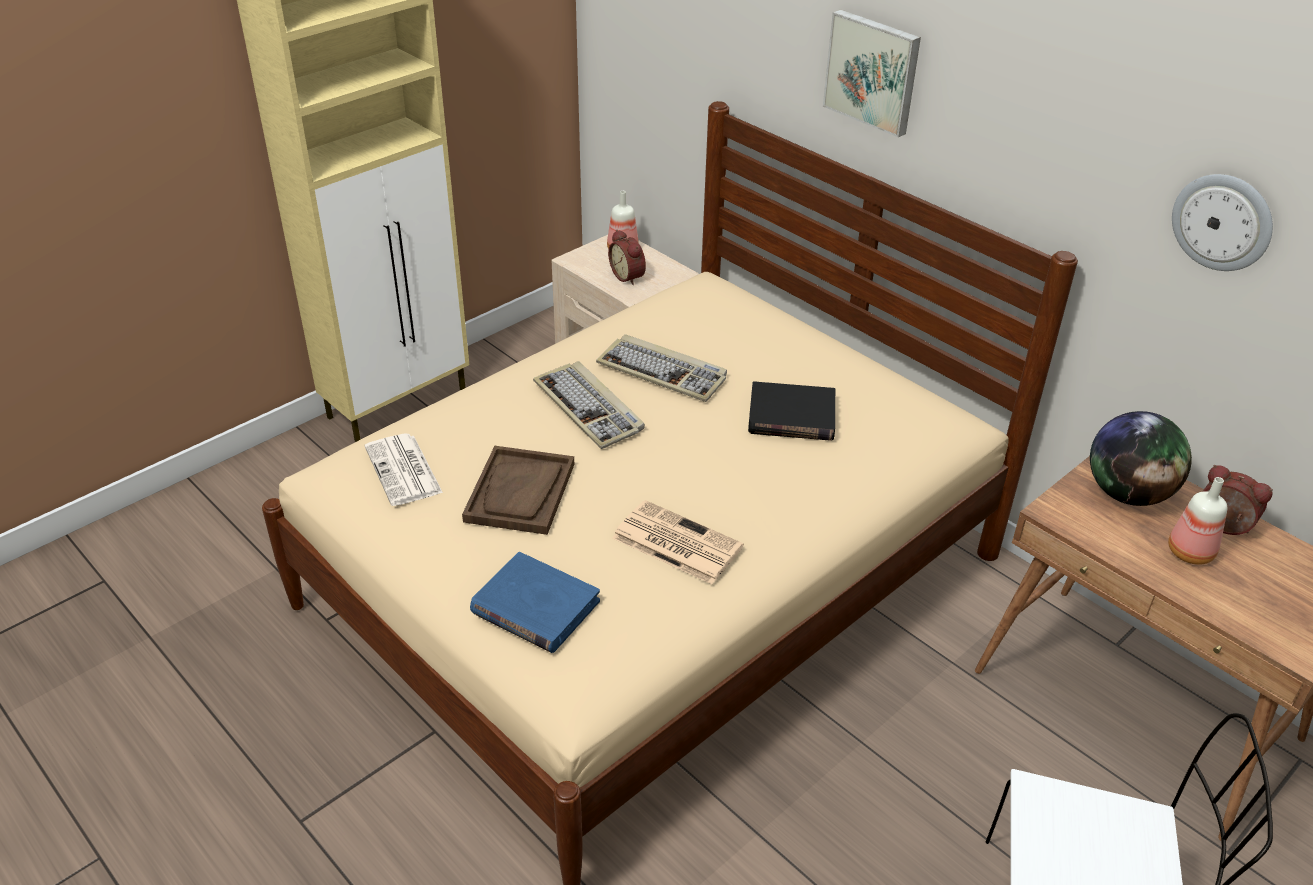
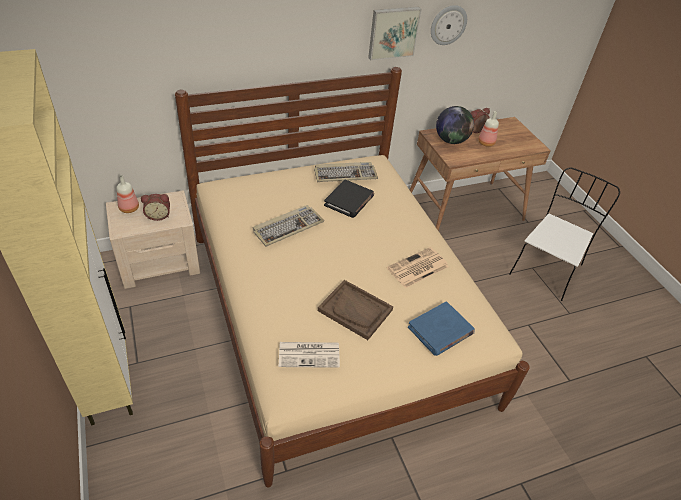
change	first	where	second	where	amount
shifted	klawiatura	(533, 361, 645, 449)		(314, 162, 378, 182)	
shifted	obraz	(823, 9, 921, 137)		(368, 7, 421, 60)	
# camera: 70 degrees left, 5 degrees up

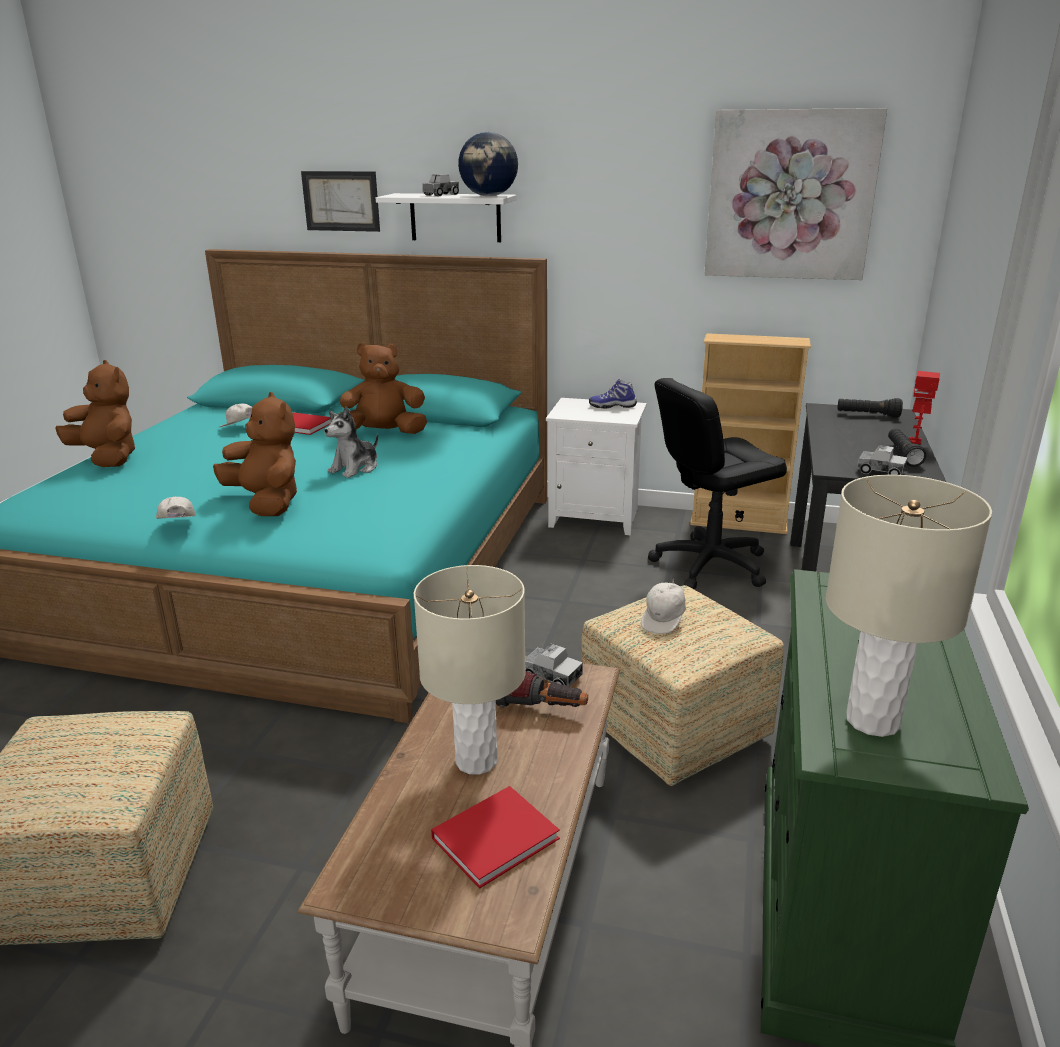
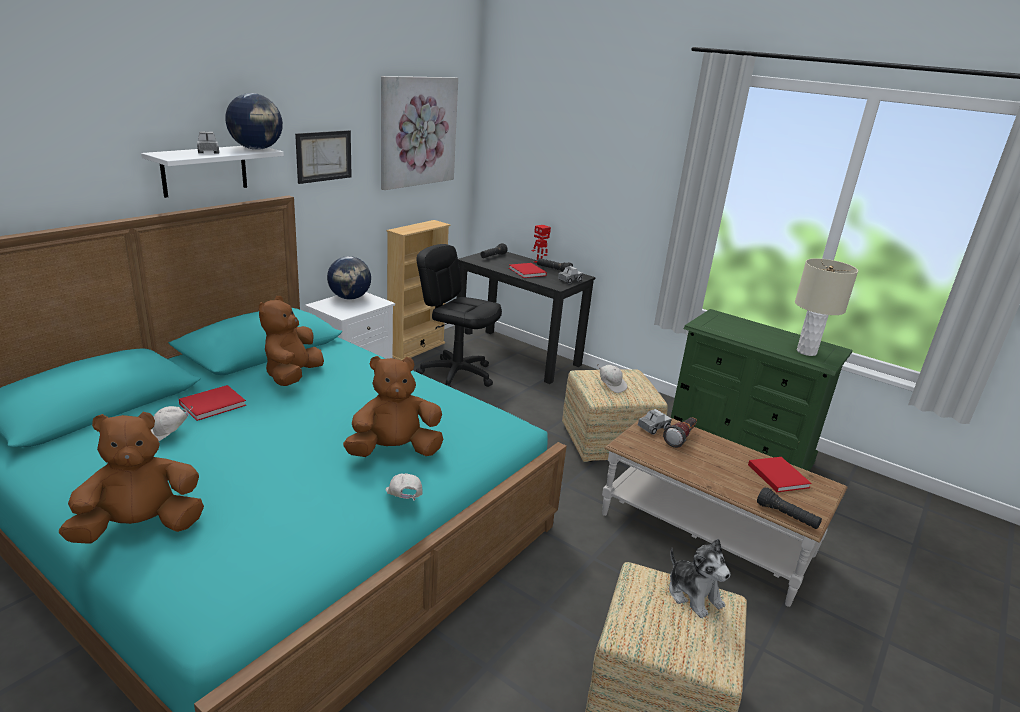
change	first	where	second	where	amount
rotated	czapka z daszkiem [biały]	(156, 496, 196, 519)		(386, 473, 423, 501)	75 degrees clockwise
shifted	obraz	(301, 171, 380, 232)		(295, 130, 352, 184)	
shifted	pluszak	(324, 406, 378, 478)		(669, 539, 731, 618)	
gone	lampa stołowa [beżowy]	(414, 565, 526, 775)			
swapped	but	(589, 379, 637, 408)	globus	(327, 256, 371, 300)	
rotated	krzesło biurowe [czarny]	(648, 378, 787, 590)		(416, 244, 502, 387)	120 degrees clockwise
new			książka [czerwony]	(509, 263, 547, 278)	
new			latarka [czarny]	(757, 487, 822, 529)	
# camera: 70 degrees left, 0 degrees up

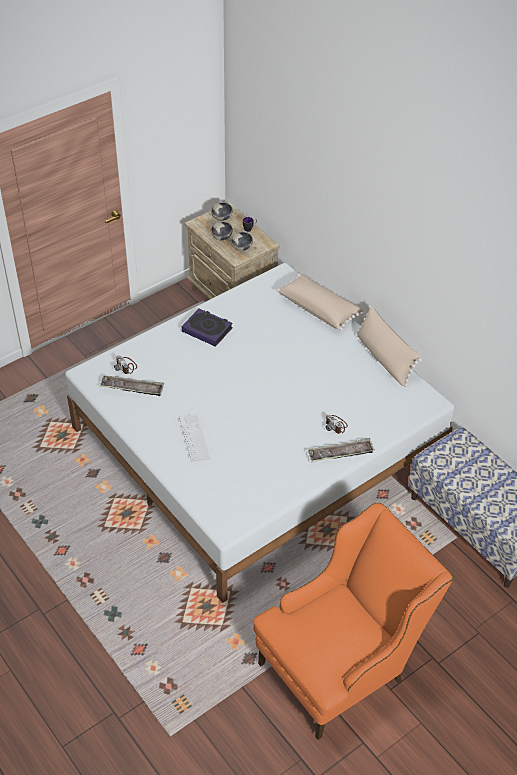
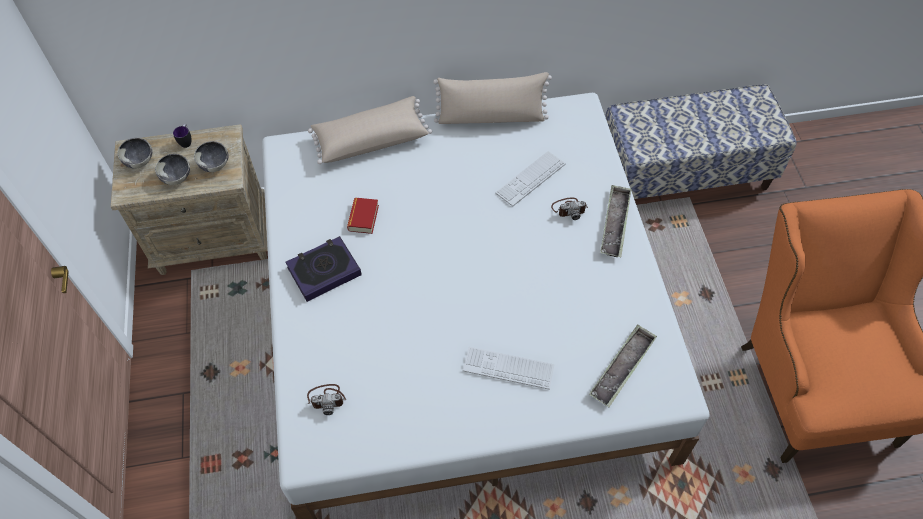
change	first	where	second	where	amount
shifted	taca	(100, 375, 164, 396)		(589, 324, 657, 407)	
new			książka	(347, 198, 379, 234)	
new			klawiatura	(495, 151, 566, 206)	
# camera: 60 degrees left, 10 degrees up

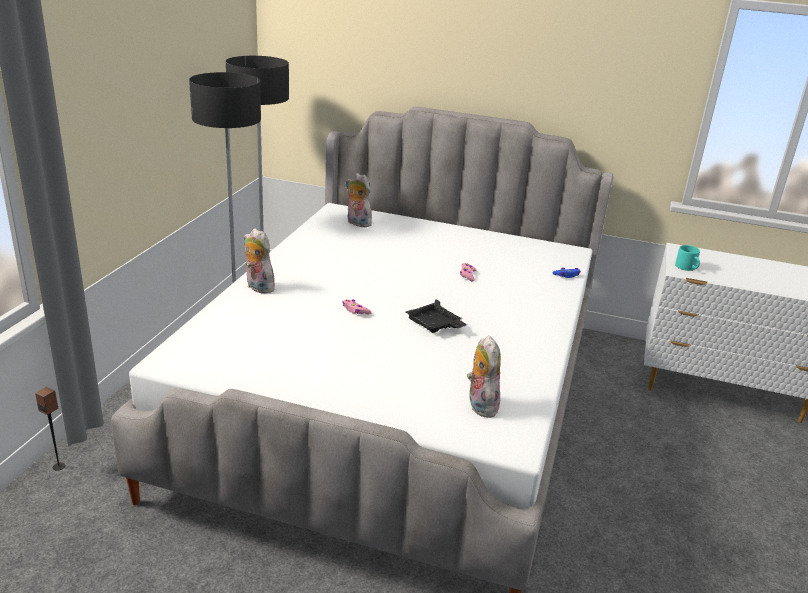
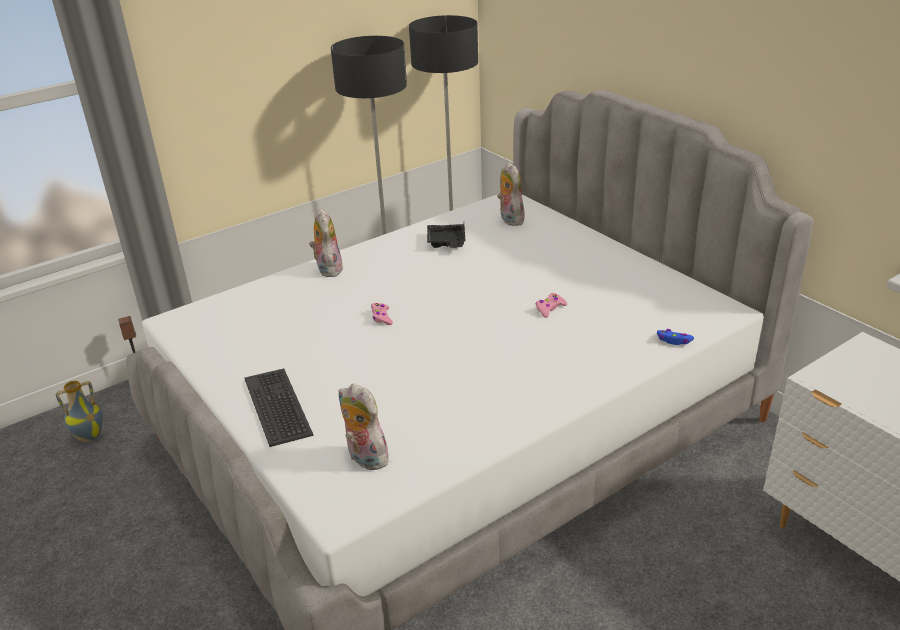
change	first	where	second	where	amount
shifted	taca [czarny]	(405, 300, 467, 333)		(427, 223, 466, 248)	
rotated	pluszak	(467, 335, 501, 418)		(338, 384, 389, 470)	75 degrees counterclockwise
gone	kubek [turkusowy]	(675, 245, 700, 271)			
new			wazon	(56, 381, 103, 442)	
new			klawiatura	(244, 368, 313, 447)	
# camera: 40 degrees right, 5 degrees up

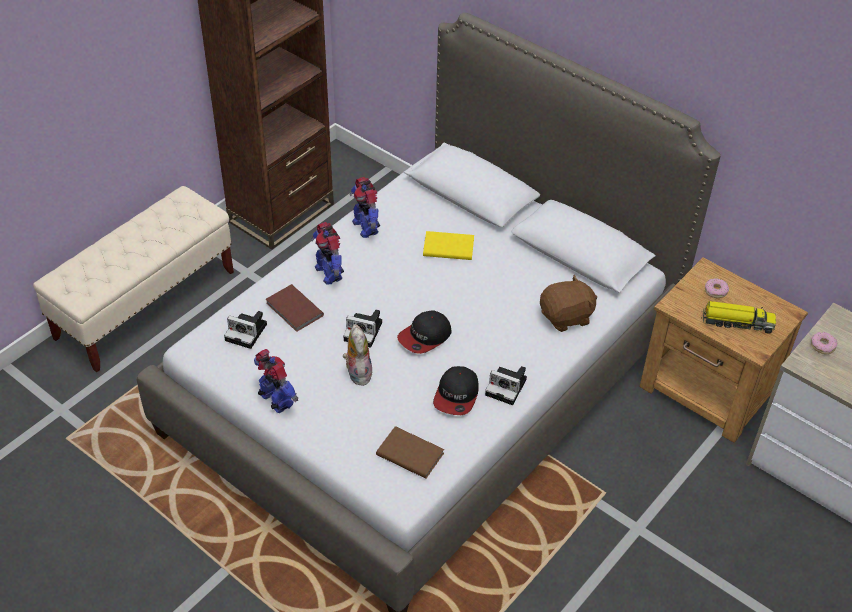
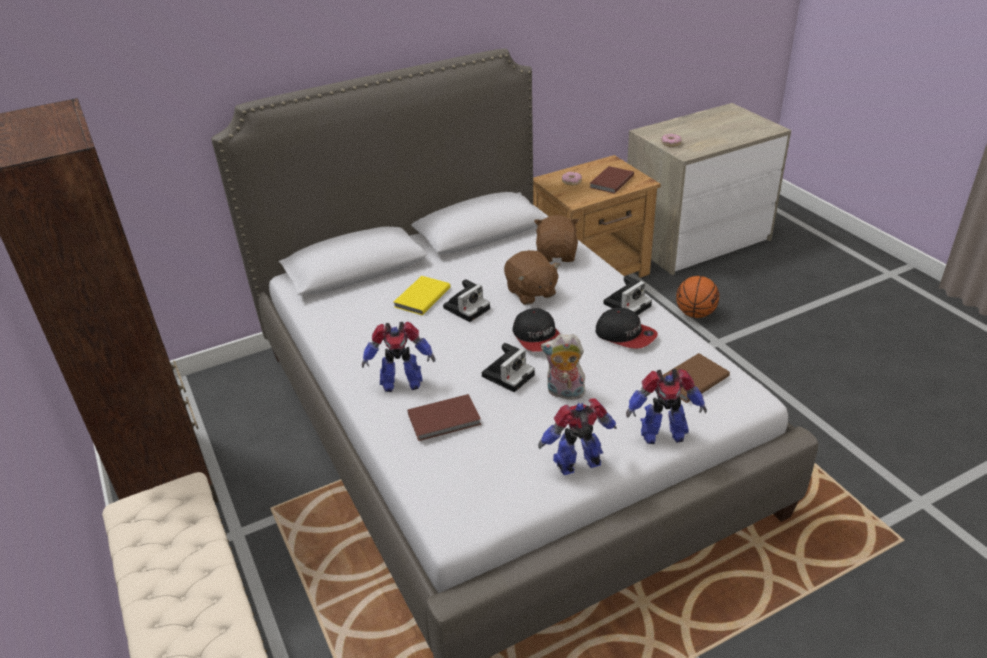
change	first	where	second	where	amount
shifted	aparat fotograficzny	(224, 311, 267, 349)		(443, 279, 490, 322)	
shifted	robot zabawkowy	(350, 177, 380, 238)		(626, 369, 707, 444)	
swapped	ciężarówka zabawkowa	(702, 301, 776, 334)	książka [brązowy]	(589, 166, 634, 194)	
new			pluszak [brązowy]	(504, 250, 560, 305)	
new			piłka do koszykówki	(676, 276, 719, 318)	
# camera: 65 degrees left, 10 degrees down

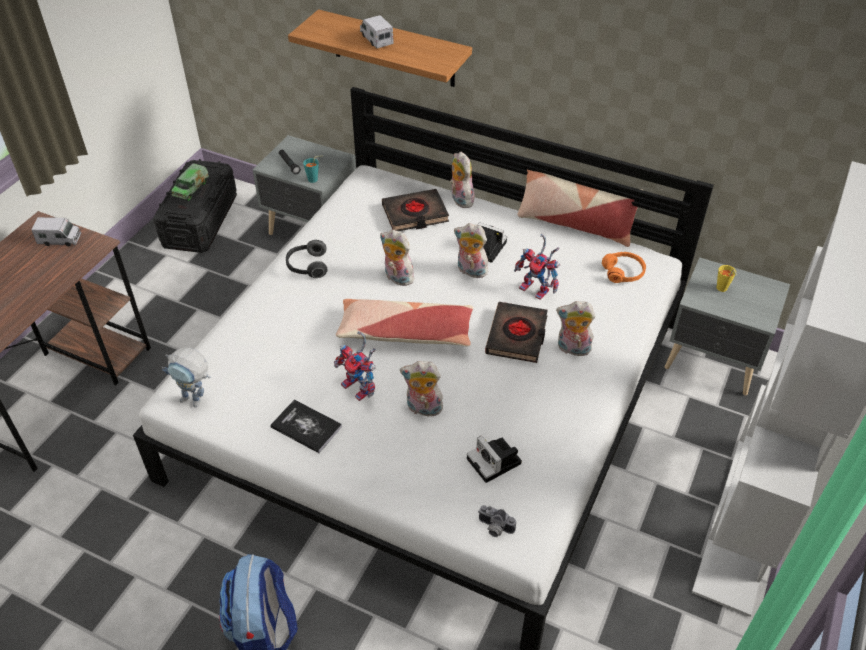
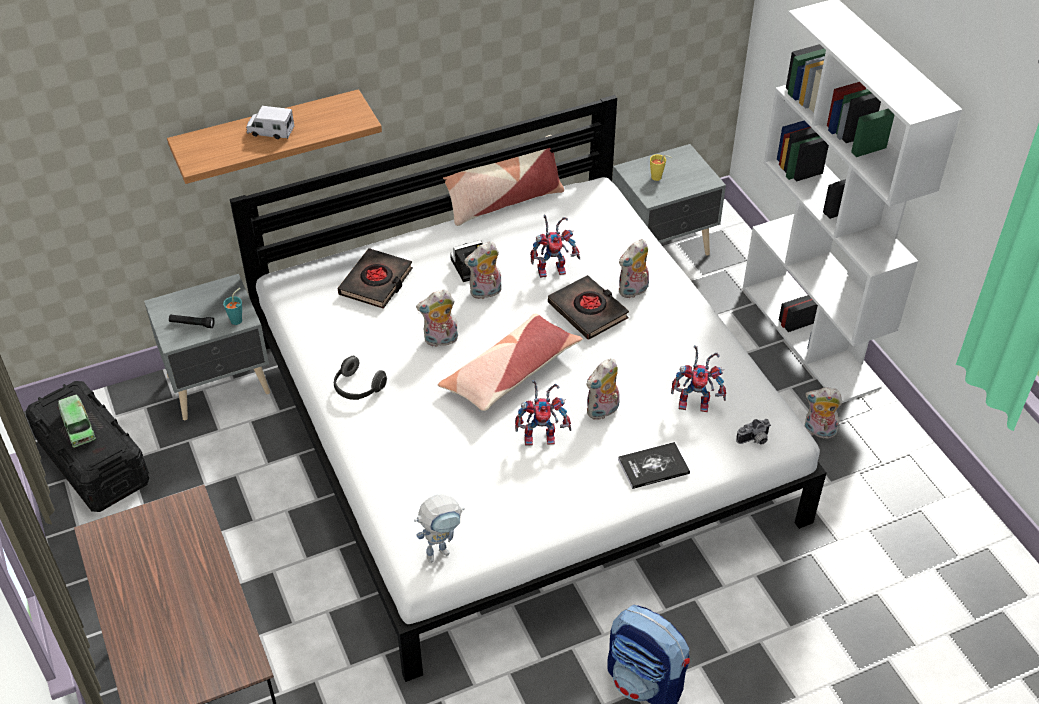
change	first	where	second	where	amount
gone	ciężarówka zabawkowa	(31, 217, 81, 246)			
shifted	książka	(270, 399, 342, 453)		(618, 442, 690, 489)	
shifted	pluszak	(449, 152, 474, 208)		(805, 387, 843, 439)	
swapped	aparat fotograficzny	(467, 435, 522, 483)	robot zabawkowy	(671, 345, 726, 412)	
gone	słuchawki [pomarańczowy]	(602, 252, 646, 283)			
# camera: 50 degrees left, 0 degrees up

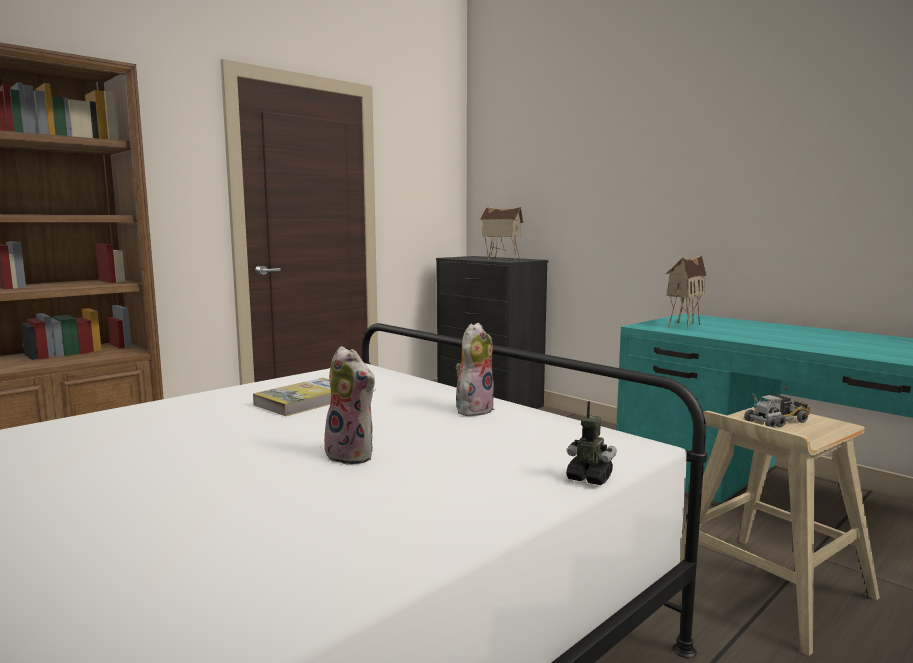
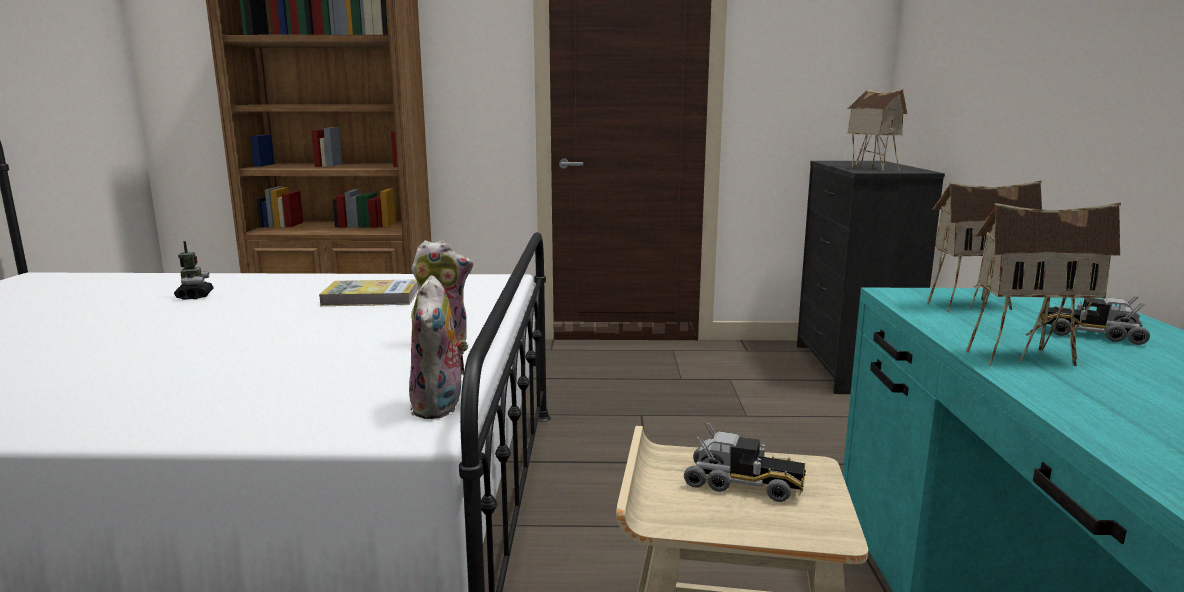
change	first	where	second	where	amount
shifted	pluszak	(324, 346, 376, 465)		(409, 275, 468, 419)	
shifted	robot zabawkowy	(566, 401, 617, 485)		(174, 241, 214, 300)	
new			domek	(966, 203, 1121, 366)	
new			ciężarówka zabawkowa	(1039, 296, 1150, 345)	
# camera: 45 degrees right, 5 degrees up

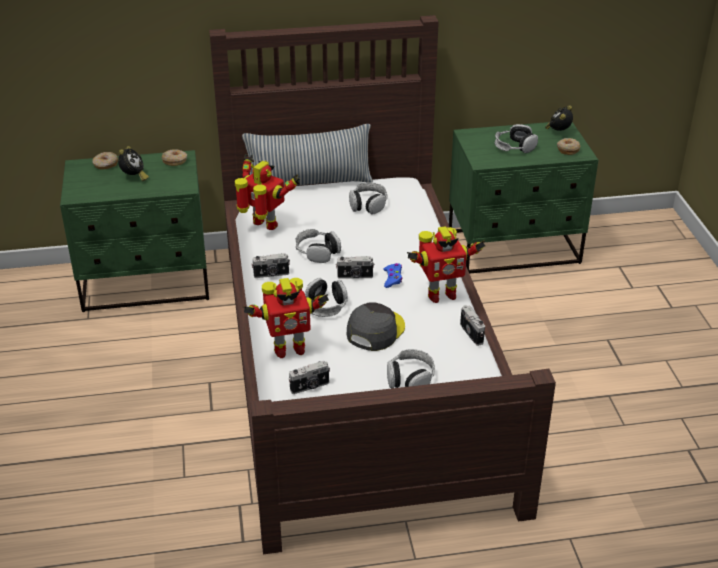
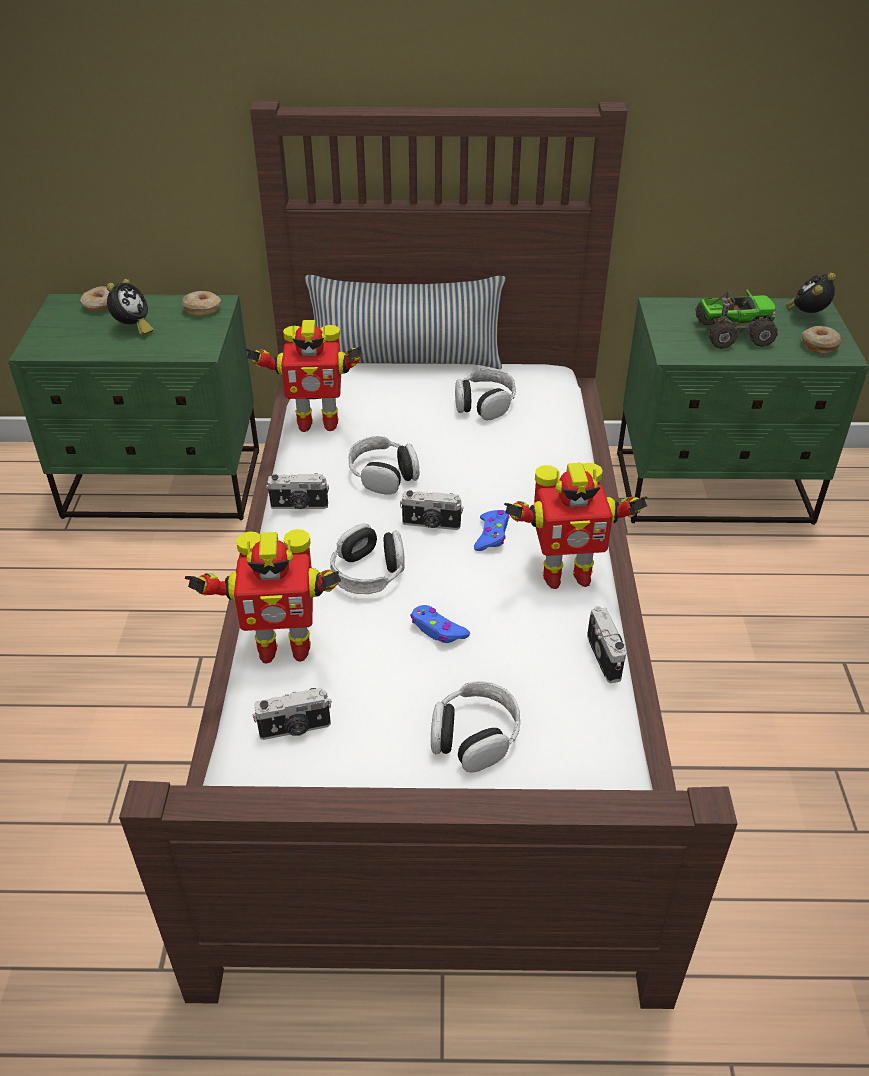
change	first	where	second	where	amount
rotated	robot zabawkowy	(235, 154, 300, 230)		(245, 320, 363, 432)	135 degrees clockwise
swapped	czapka z daszkiem [szary]	(347, 303, 405, 351)	pad do gier [niebieski]	(410, 605, 470, 643)	
swapped	słuchawki	(494, 124, 538, 153)	ciężarówka zabawkowa	(695, 289, 778, 349)	
# camera: 10 degrees right, 5 degrees up

